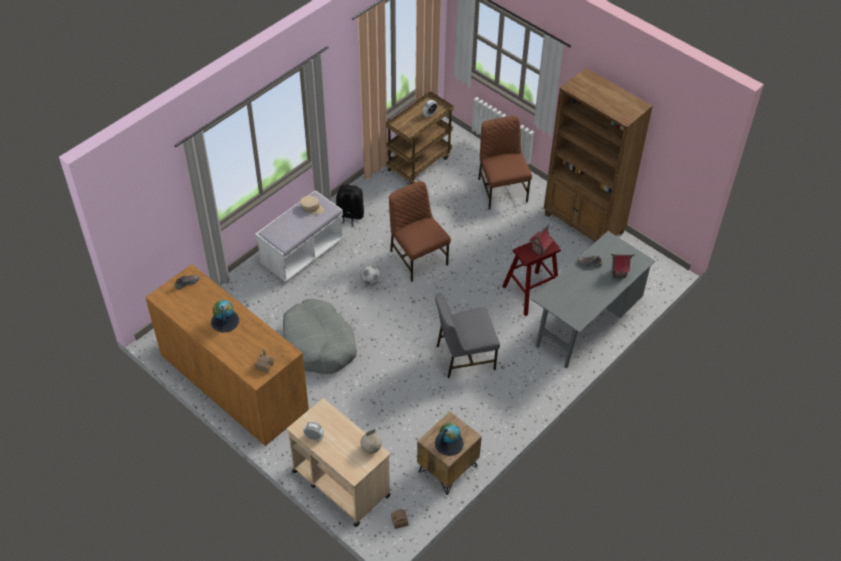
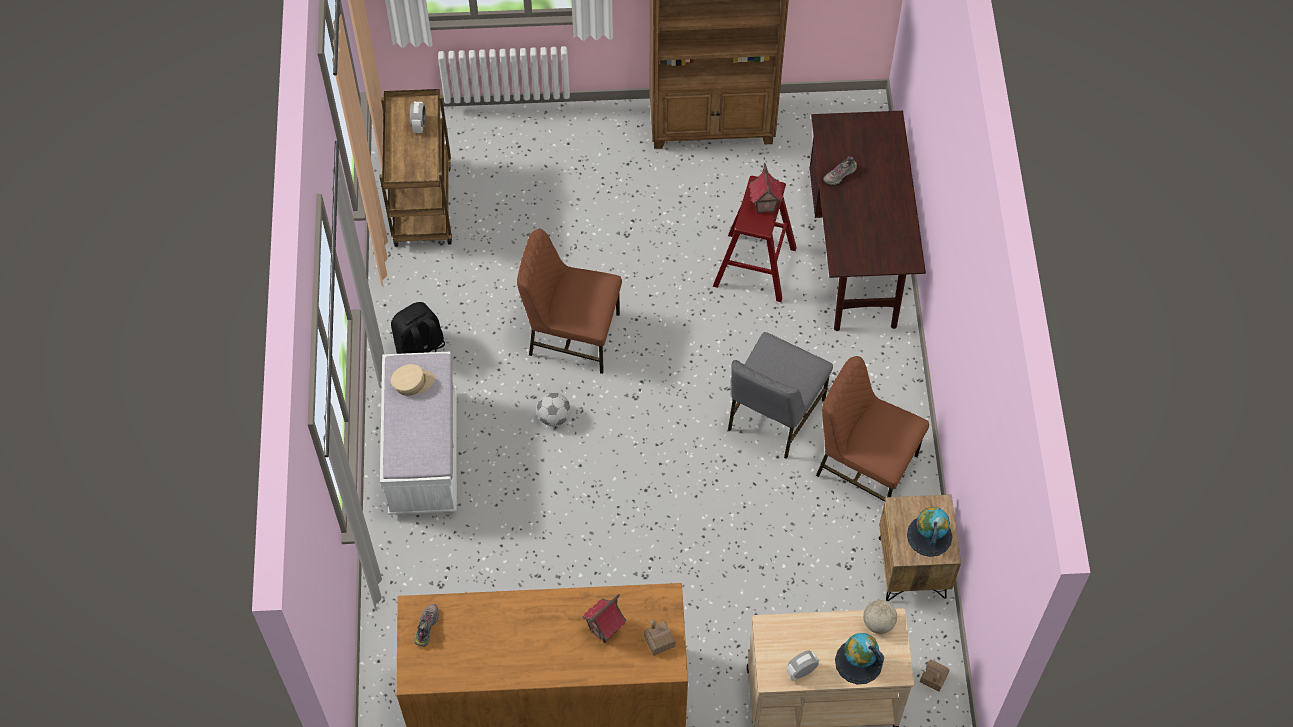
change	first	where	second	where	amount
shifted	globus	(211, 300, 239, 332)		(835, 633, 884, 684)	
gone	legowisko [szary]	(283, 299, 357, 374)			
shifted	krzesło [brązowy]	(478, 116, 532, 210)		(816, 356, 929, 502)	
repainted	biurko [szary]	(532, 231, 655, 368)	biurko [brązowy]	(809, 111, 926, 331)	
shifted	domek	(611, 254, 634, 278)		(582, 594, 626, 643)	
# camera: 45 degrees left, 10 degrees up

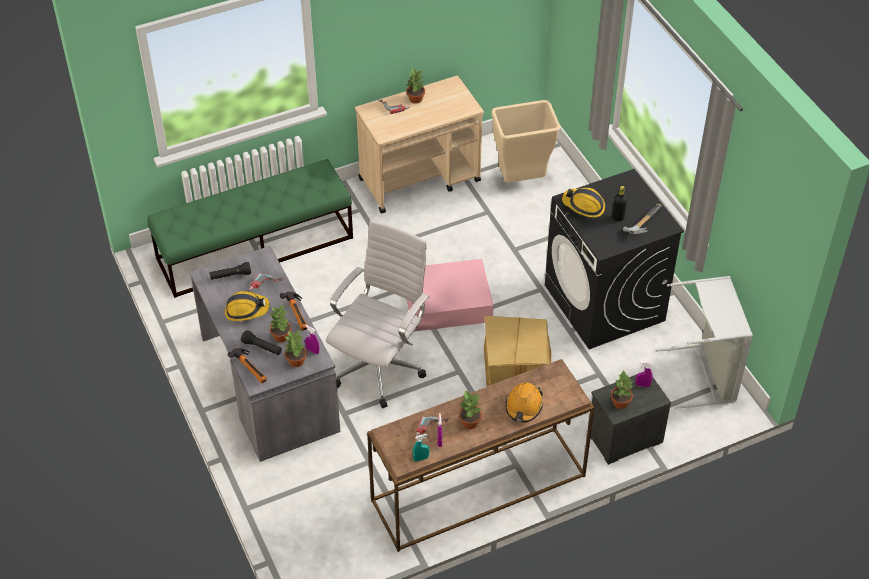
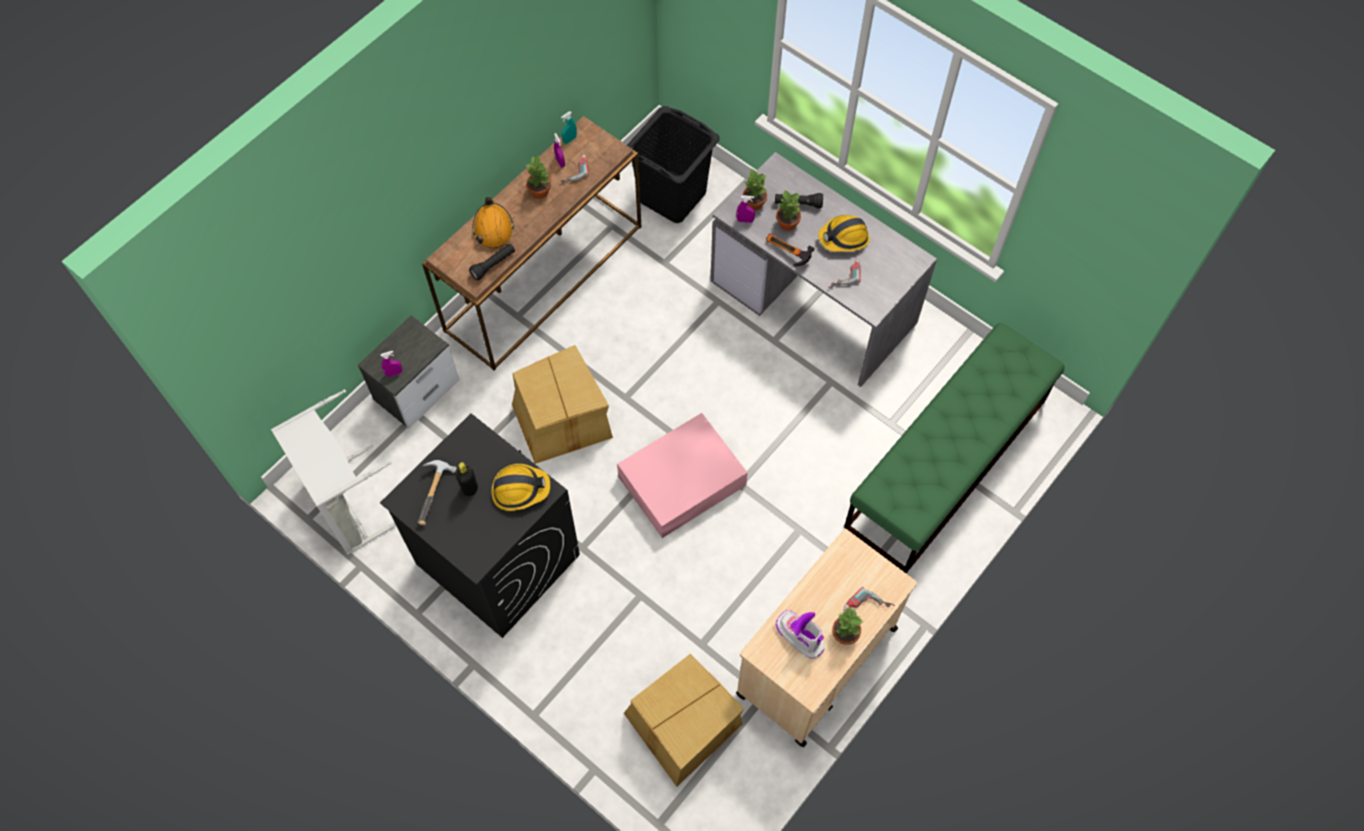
change	first	where	second	where	amount
shifted	latarka [czarny]	(210, 262, 251, 280)		(469, 244, 515, 280)	
gone	młotek	(228, 348, 267, 383)			
gone	krzesło biurowe [biały]	(326, 220, 430, 408)			
swapped	kosz na śmieci [beżowy]	(491, 100, 560, 183)	karton	(624, 654, 744, 787)	
gone	roślina doniczkowa	(611, 370, 633, 409)			
new			kosz na pranie [czarny]	(627, 106, 720, 223)	
new			but z cholewką	(776, 610, 825, 659)	
# camera: 155 degrees right, 15 degrees up

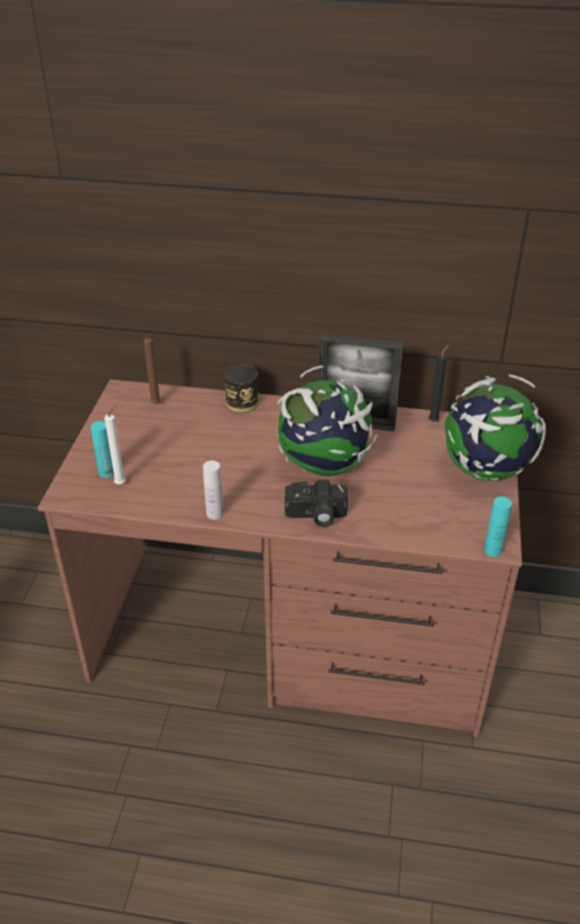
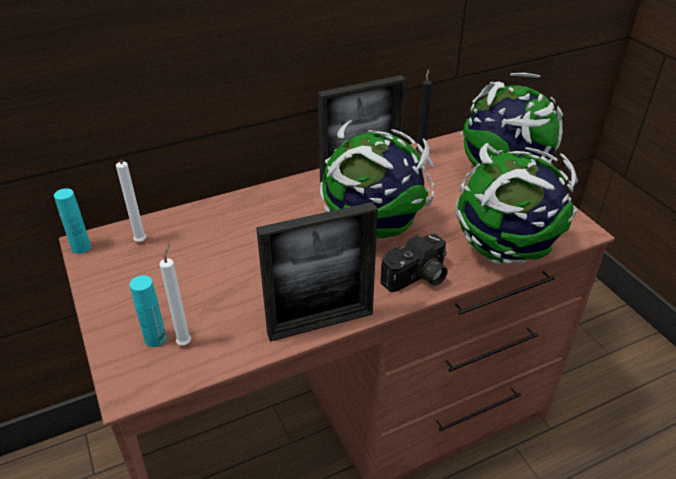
change	first	where	second	where	amount
repainted	świeca [brązowy]	(144, 336, 161, 404)	świeca [biały]	(116, 160, 146, 242)	
swapped	butelka [biały]	(203, 461, 224, 520)	ramka na zdjęcie	(256, 202, 378, 342)	
gone	puszka	(224, 364, 259, 413)			
shifted	butelka [turkusowy]	(484, 496, 512, 557)		(54, 188, 91, 254)	
new			globus	(455, 143, 578, 264)	
# camera: 35 degrees left, 0 degrees up

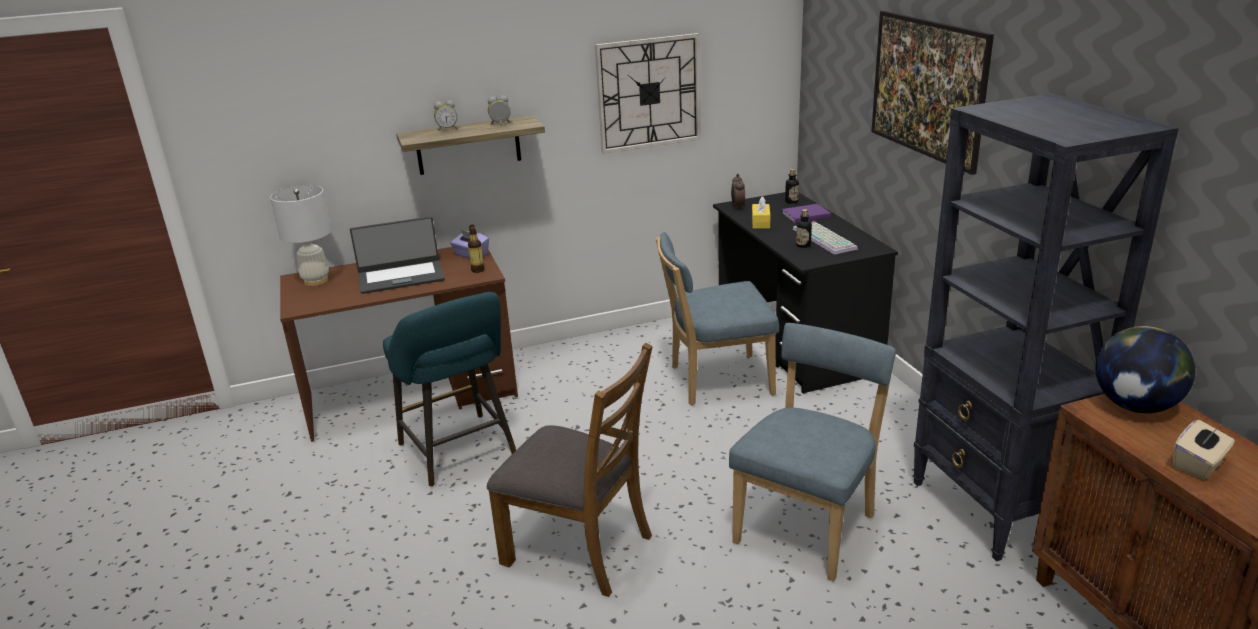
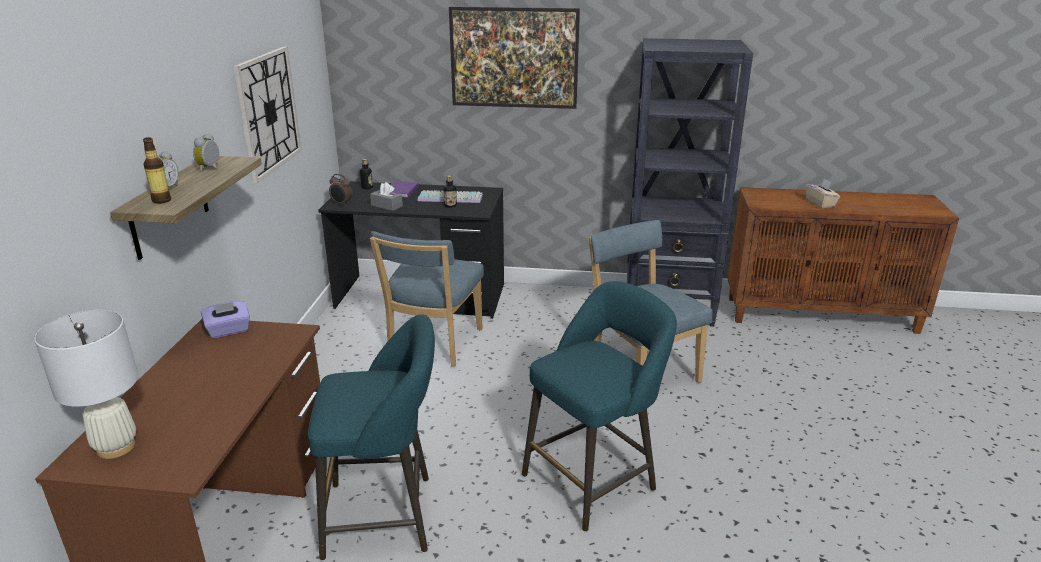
change	first	where	second	where	amount
gone	laptop	(350, 216, 445, 294)			
shifted	butelka	(468, 225, 485, 273)		(143, 137, 171, 204)	
swapped	krzesło [brązowy]	(487, 343, 653, 597)	stołek [turkusowy]	(522, 281, 677, 532)	
repainted	pudełko chusteczek [żółty]	(752, 197, 770, 229)	pudełko chusteczek [szary]	(370, 182, 403, 211)	
gone	globus	(1095, 326, 1195, 413)			
# camera: 65 degrees left, 0 degrees up

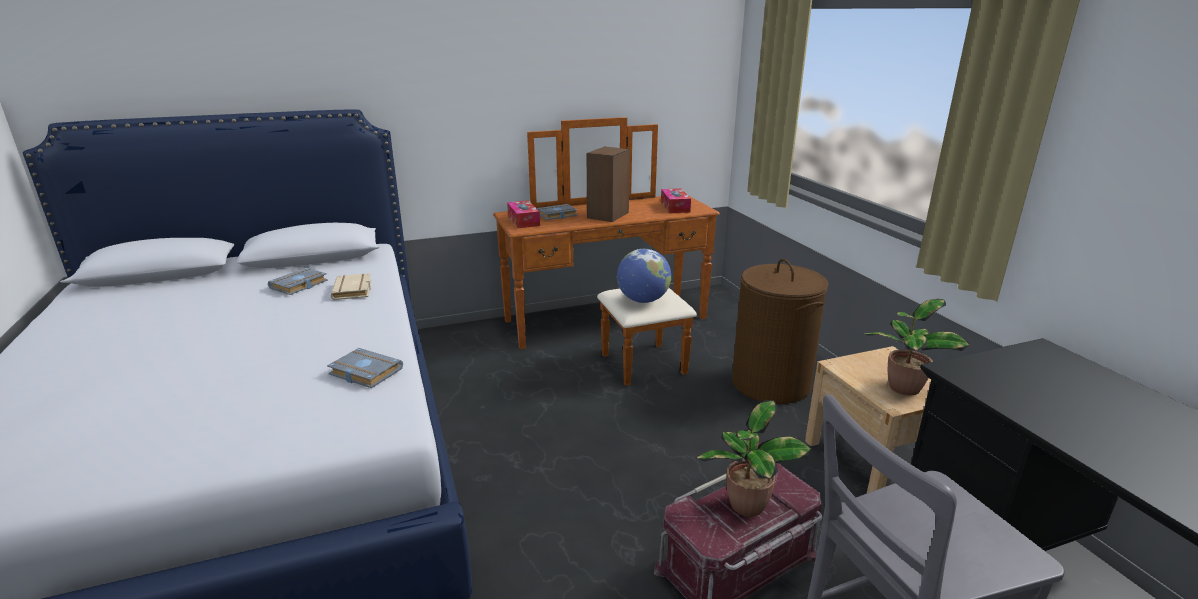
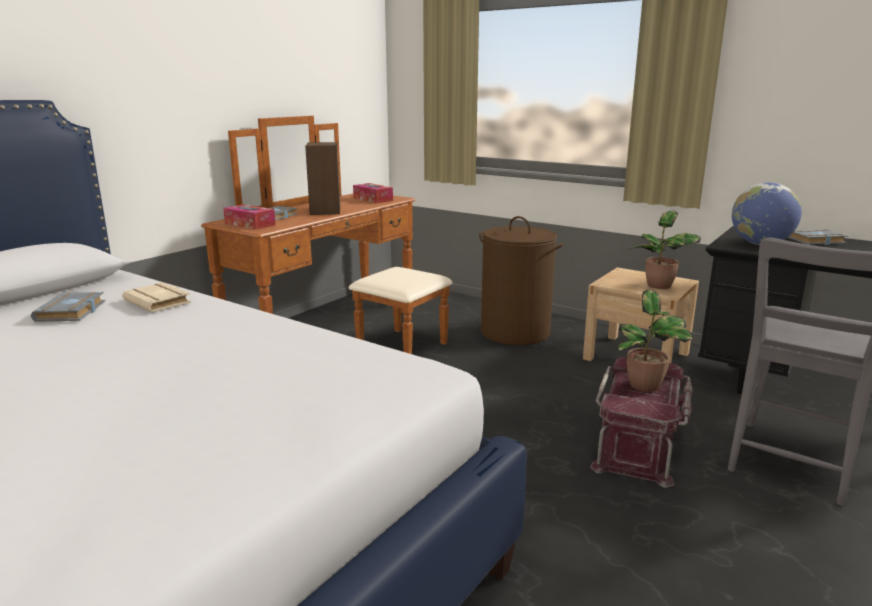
change	first	where	second	where	amount
shifted	książka [szary]	(327, 348, 403, 388)		(788, 229, 848, 245)	
shifted	globus	(617, 249, 671, 303)		(732, 182, 801, 245)	
# camera: 35 degrees left, 5 degrees down

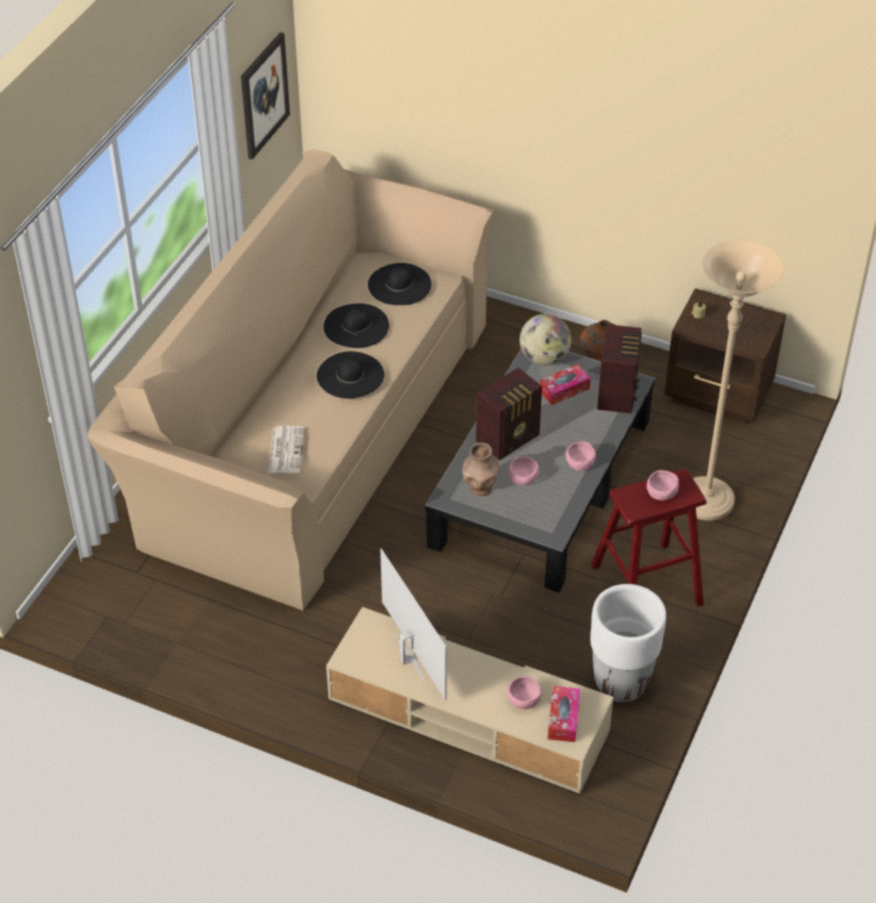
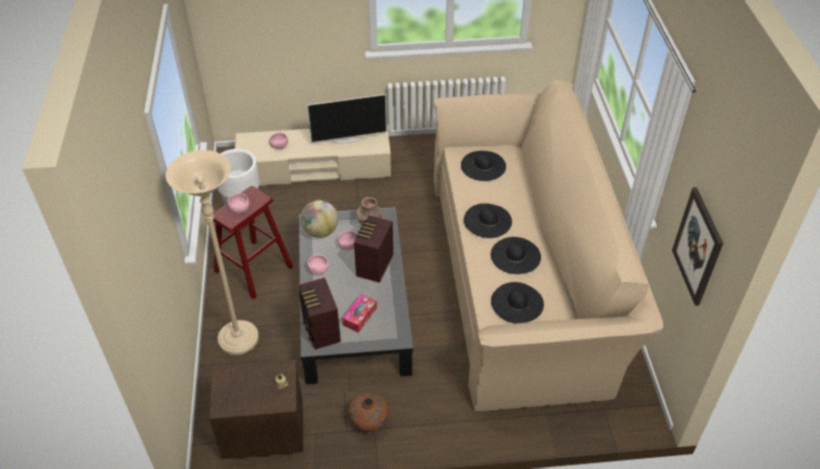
change	first	where	second	where	amount
swapped	gazeta	(268, 426, 305, 473)	kapelusz [czarny]	(461, 151, 506, 181)	
rotated	telewizor	(380, 548, 447, 700)		(307, 94, 387, 144)	45 degrees counterclockwise
shifted	globus	(520, 314, 571, 366)		(301, 200, 338, 238)	
gone	pudełko chusteczek	(548, 686, 580, 742)			
# camera: 150 degrees right, 0 degrees up

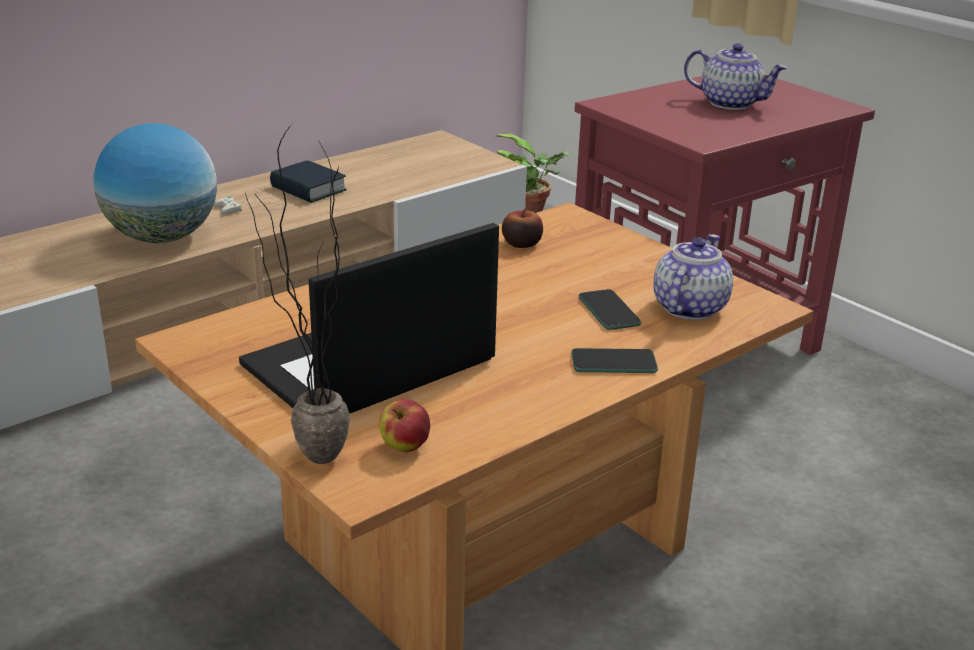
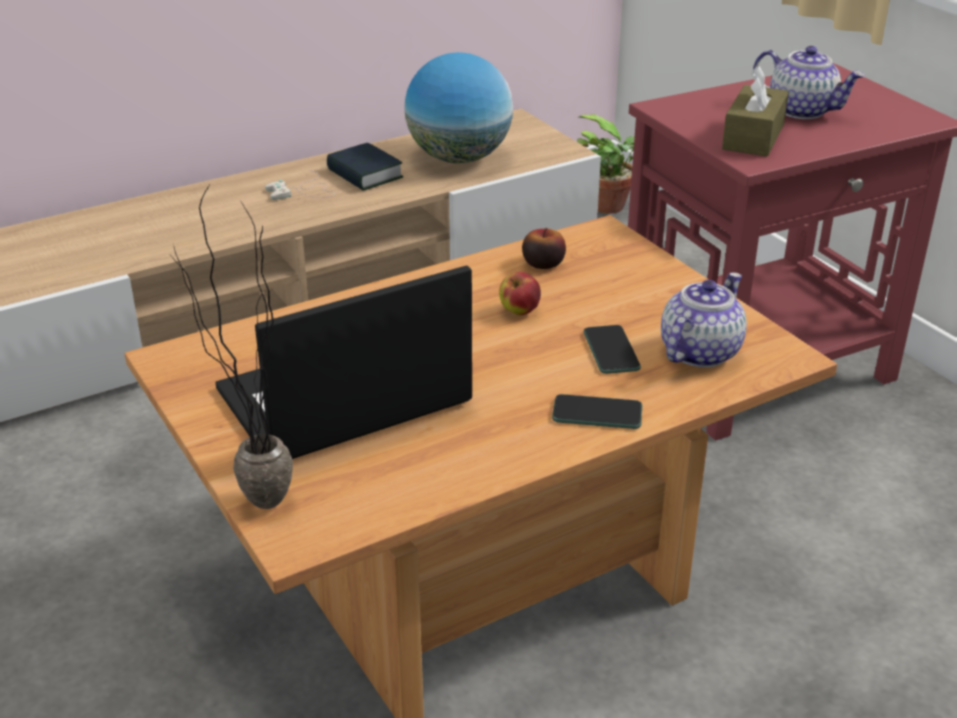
change	first	where	second	where	amount
shifted	globus	(93, 123, 217, 243)		(404, 52, 513, 164)	
shifted	jabłko	(379, 399, 430, 452)		(499, 272, 541, 315)	
new			pudełko chusteczek [brązowy]	(722, 66, 789, 156)	
# camera: 10 degrees right, 5 degrees up

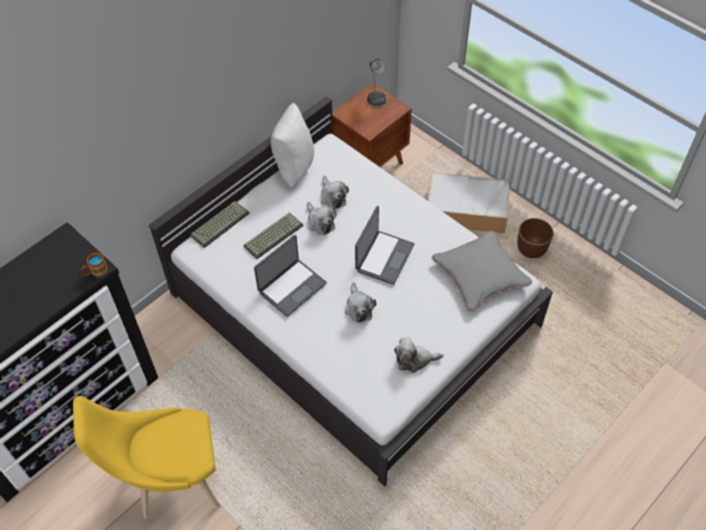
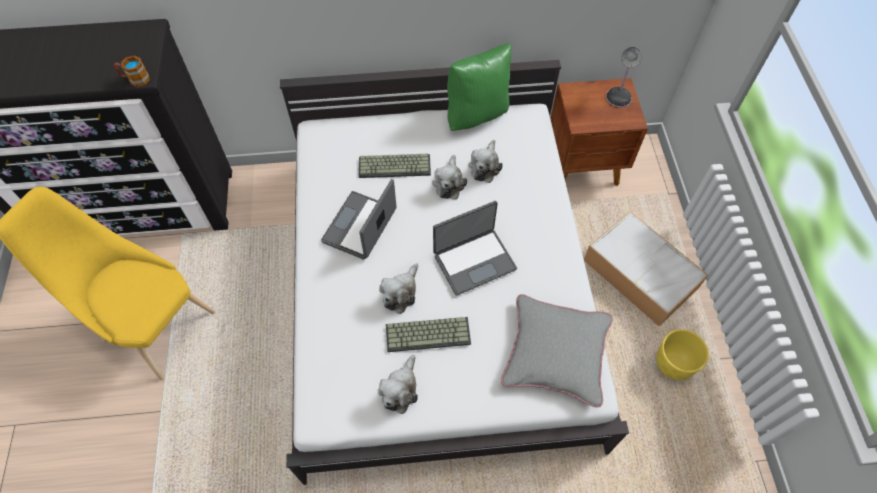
change	first	where	second	where	amount
shifted	klawiatura	(190, 201, 250, 248)		(386, 317, 471, 352)	
rotated	laptop	(254, 235, 327, 317)		(321, 179, 397, 260)	120 degrees clockwise
repainted	poduszka [biały]	(271, 103, 314, 188)	poduszka [zielony]	(447, 43, 511, 131)	
rotated	pluszak	(394, 337, 443, 373)		(378, 355, 418, 414)	105 degrees counterclockwise
repainted	donica [brązowy]	(517, 218, 553, 258)	donica [żółty]	(656, 329, 709, 380)	
# camera: 40 degrees right, 5 degrees up

